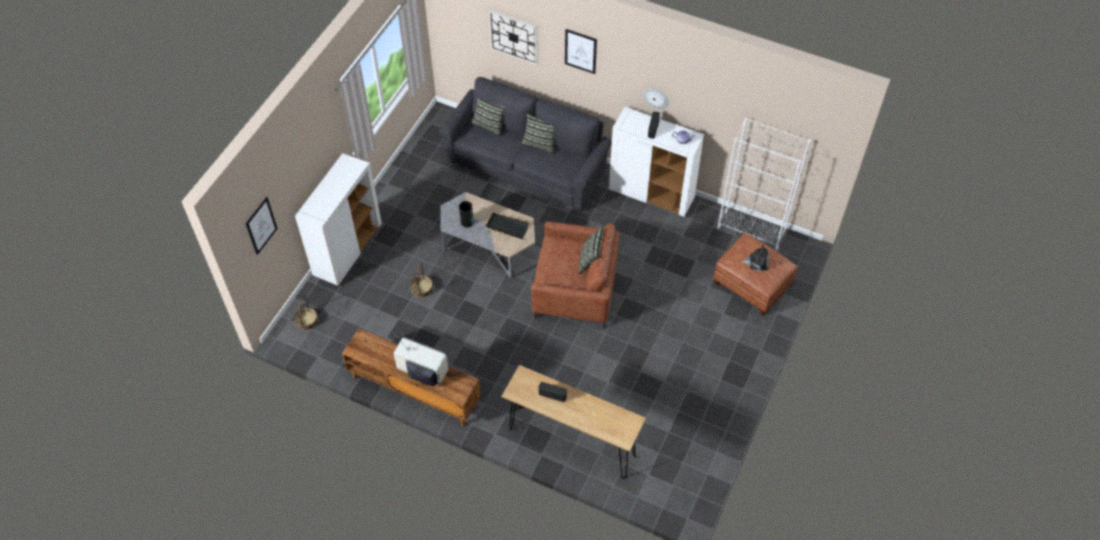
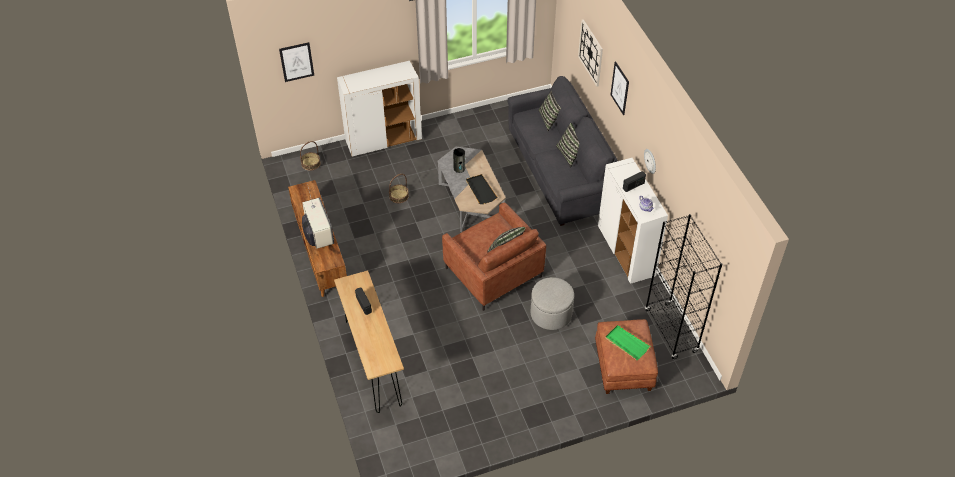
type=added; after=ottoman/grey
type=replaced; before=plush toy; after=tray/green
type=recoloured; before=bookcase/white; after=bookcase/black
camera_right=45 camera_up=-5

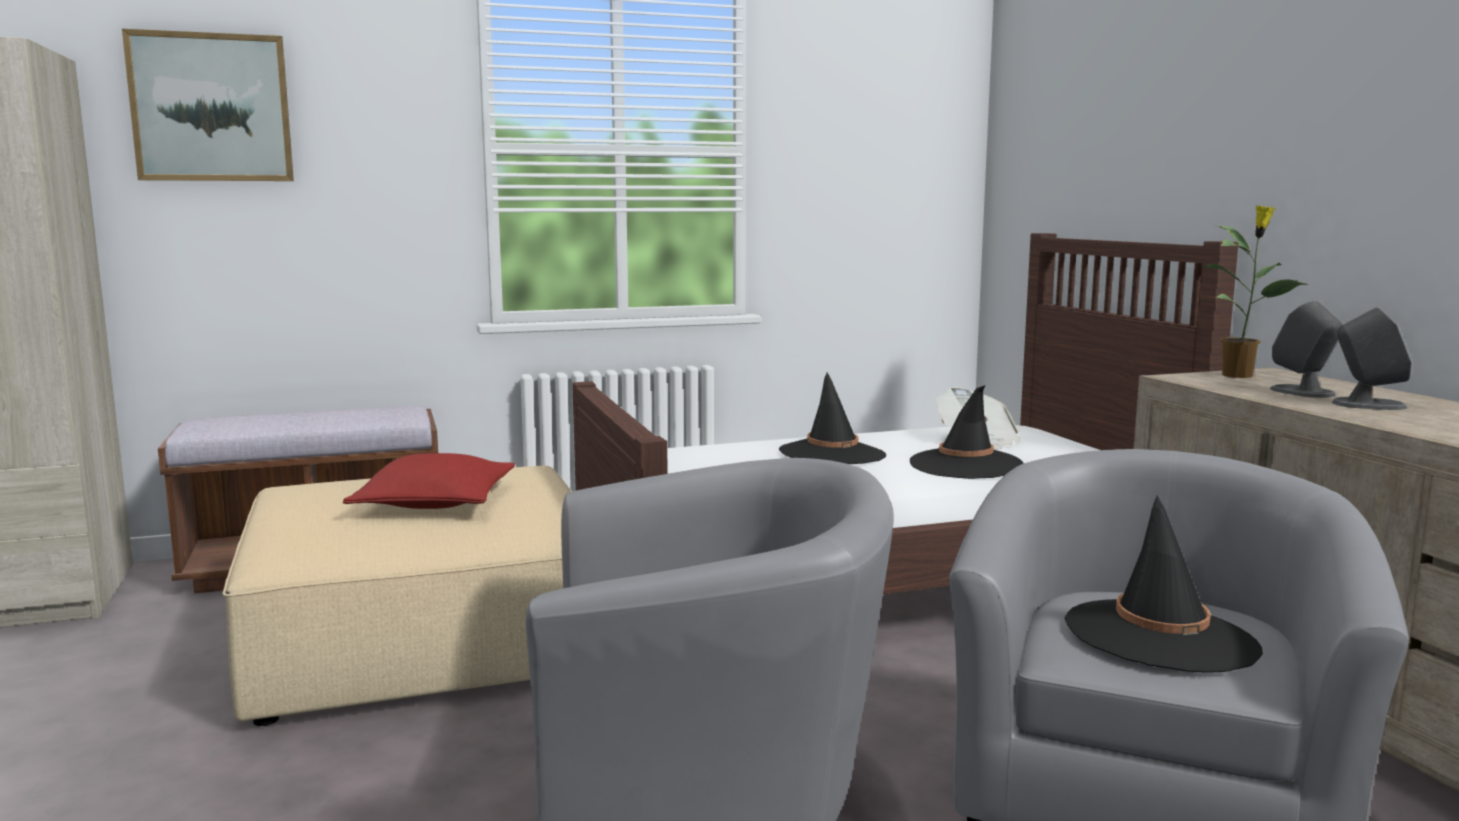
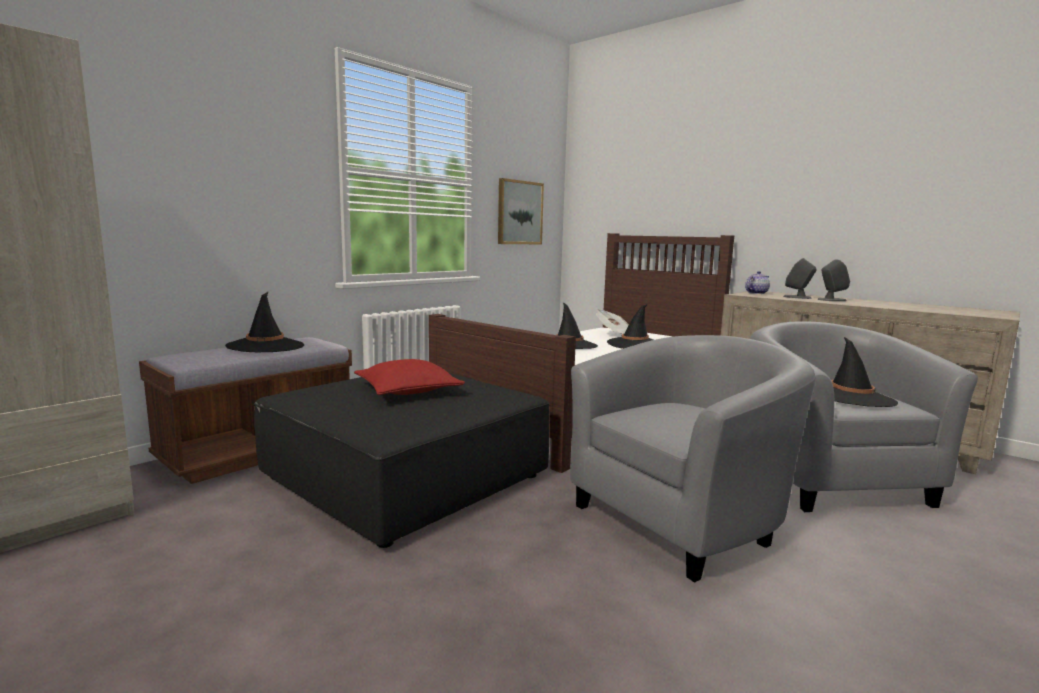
type=added; after=hat/black (1st from left)
type=moved; before=picture
type=replaced; before=potted plant; after=teapot
type=recoloured; before=ottoman/beige; after=ottoman/black
camera_right=-30 camera_up=0

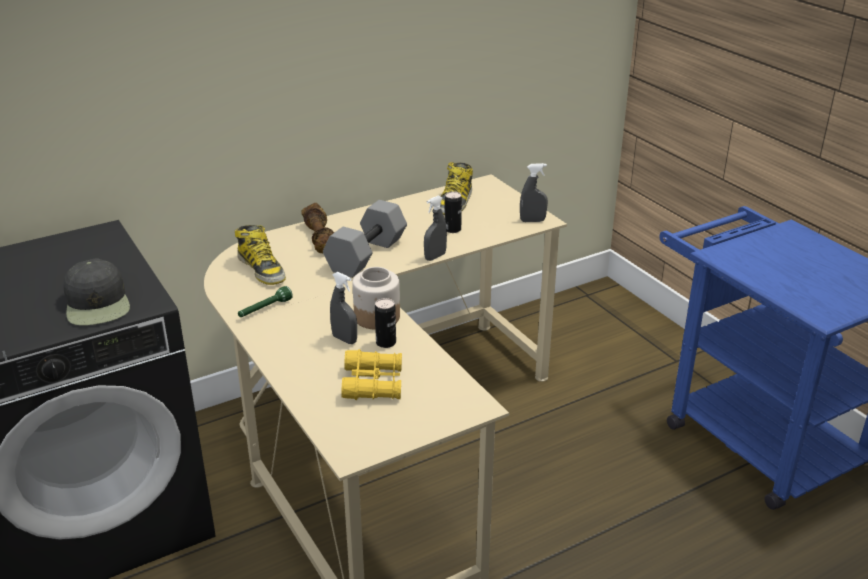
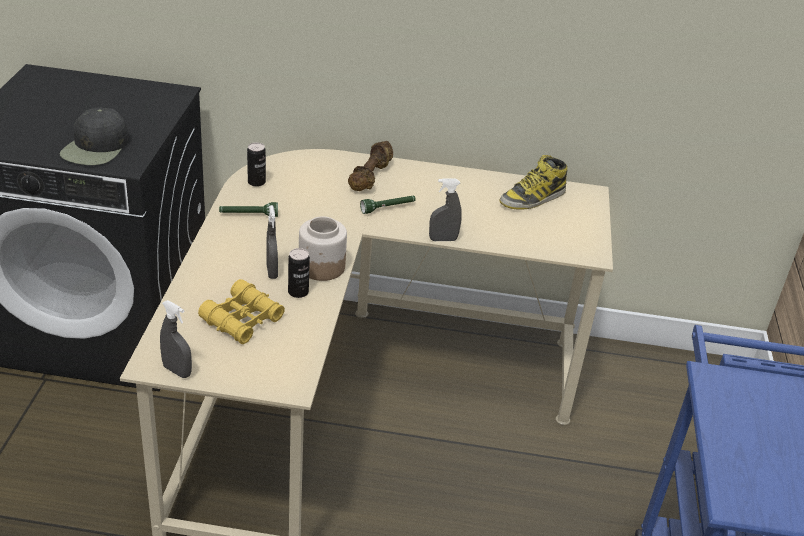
type=removed; before=boot (1st from left)
type=moved; before=can (2nd from left in the first image); after=can (1st from left)
type=moved; before=spray bottle/grey (3rd from left in the first image); after=spray bottle/grey (1st from left)
type=replaced; before=dumbbell/grey; after=flashlight/green (2nd from left)
camera_right=35 camera_up=5

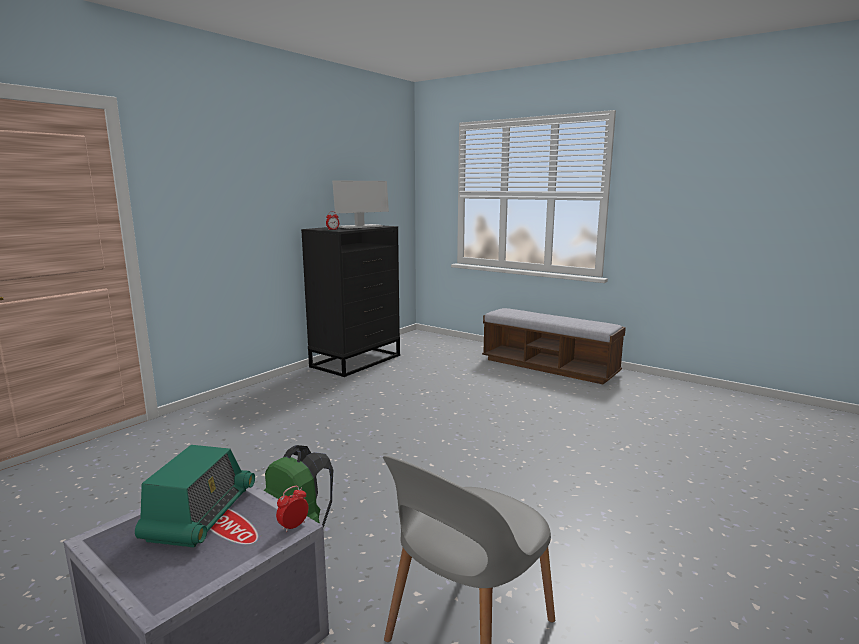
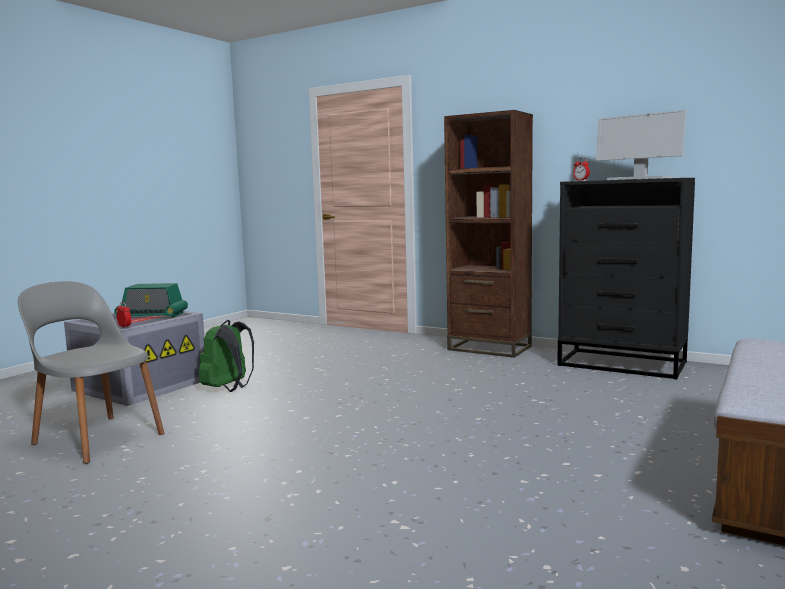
type=added; after=bookcase/brown
camera_right=85 camera_up=-5

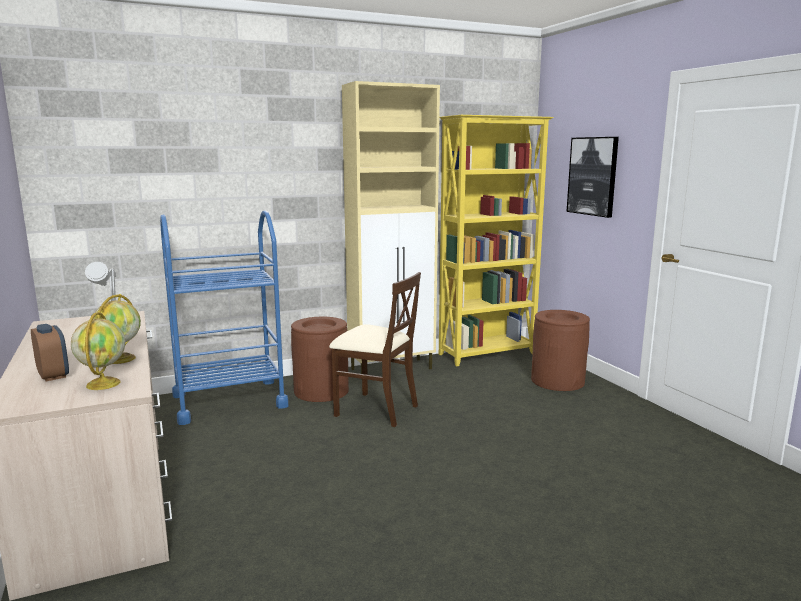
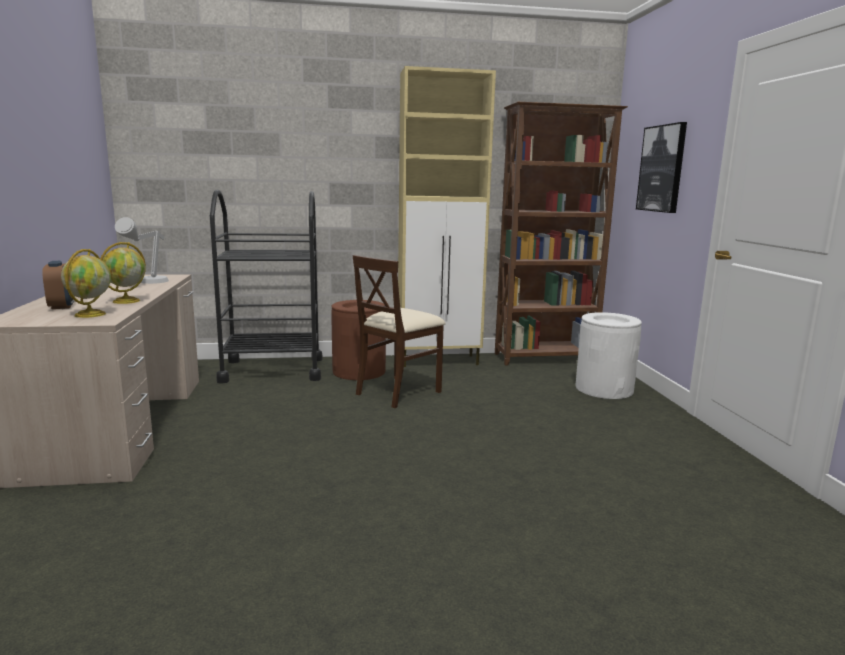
type=recoloured; before=cart/blue; after=cart/black
type=recoloured; before=bookcase/yellow; after=bookcase/brown
type=recoloured; before=trash can/brown (2nd from left); after=trash can/white
type=turned; before=chair/beige; turn=90
camera_right=15 camera_up=0

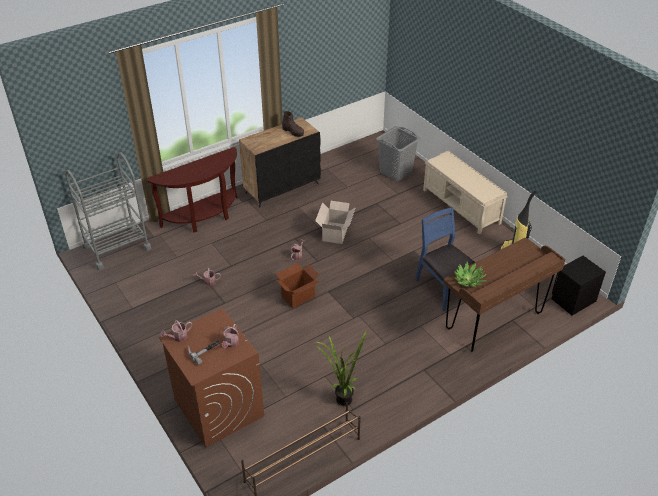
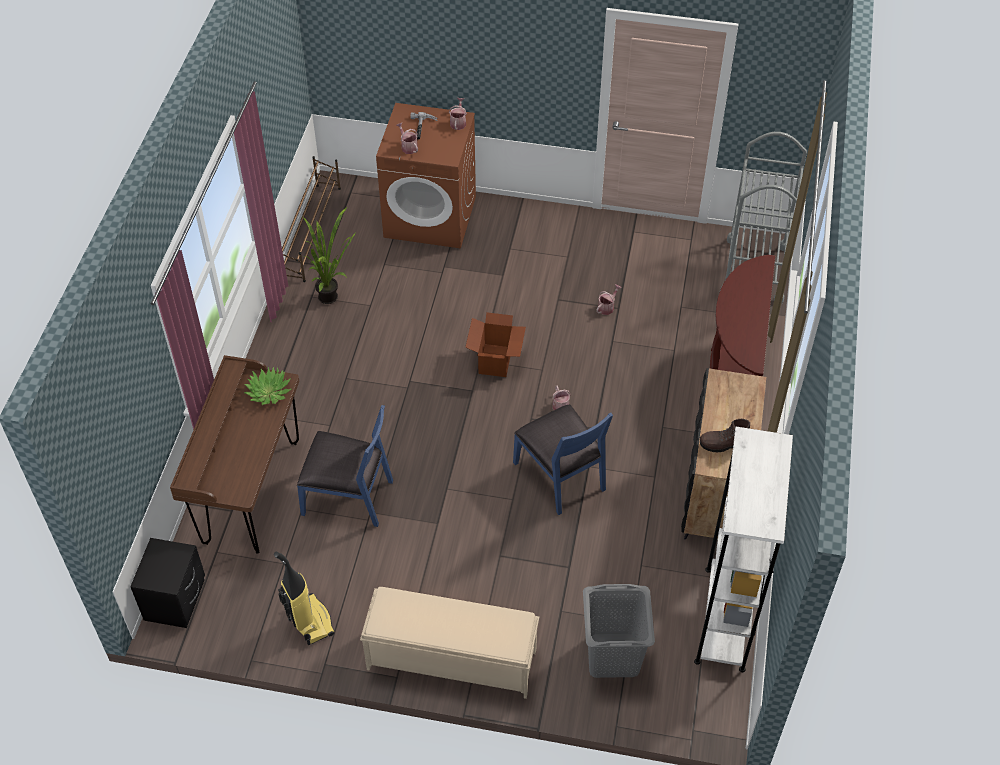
type=added; after=bookcase/white
type=replaced; before=cardboard box (2nd from left); after=chair/blue (2nd from left)
camera_right=135 camera_up=10

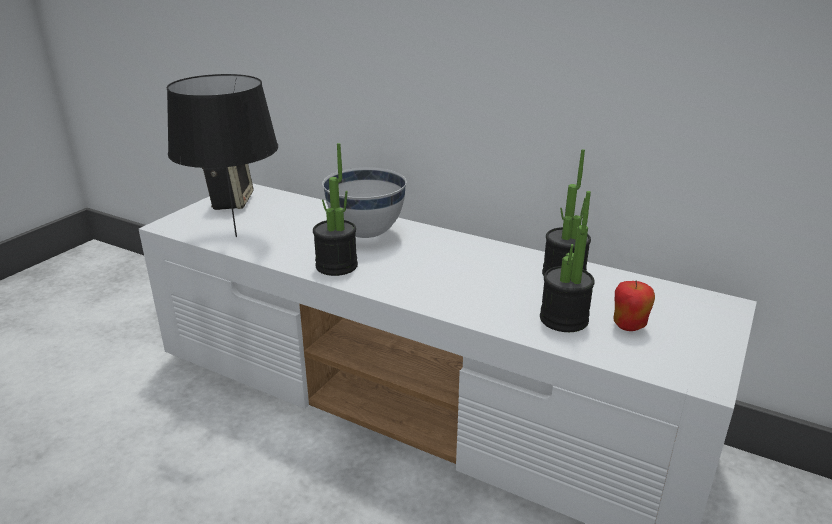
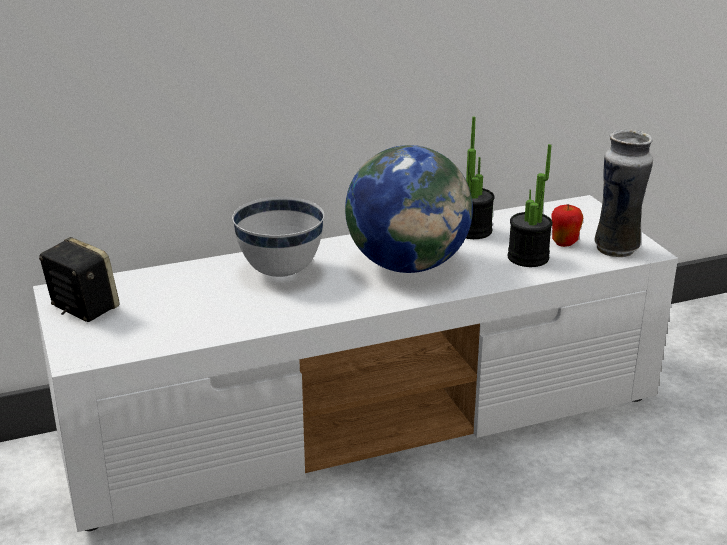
type=removed; before=table lamp/black
type=removed; before=potted plant (1st from left)
type=added; after=globe
type=added; after=vase
camera_right=-50 camera_up=0

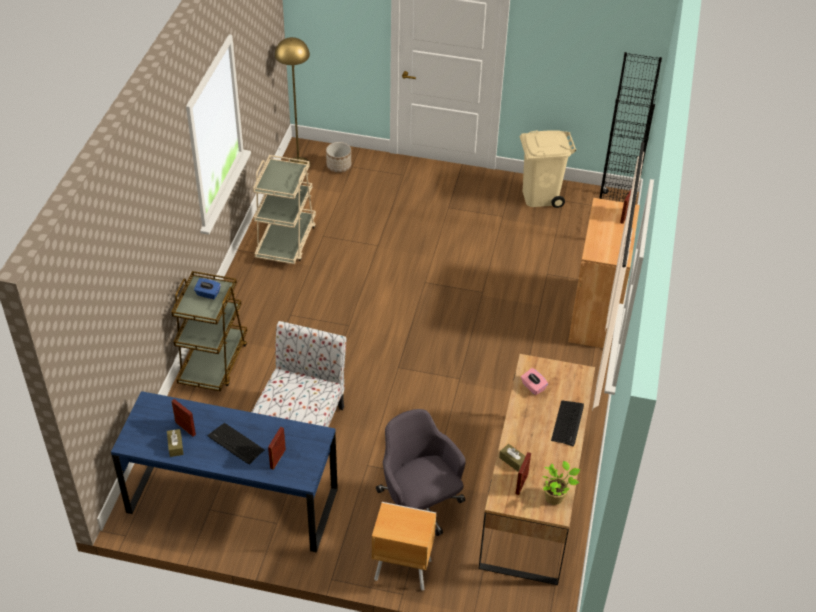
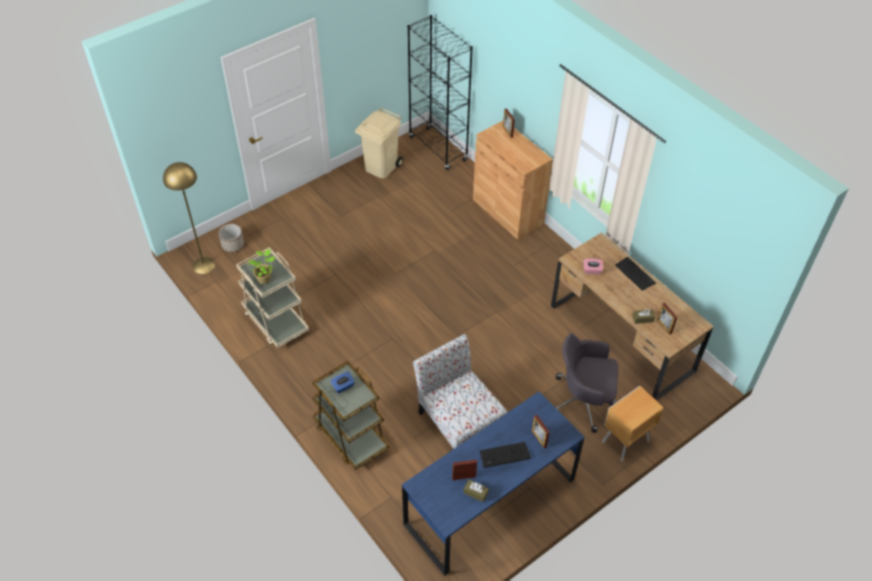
type=moved; before=potted plant
camera_right=-50 camera_up=5

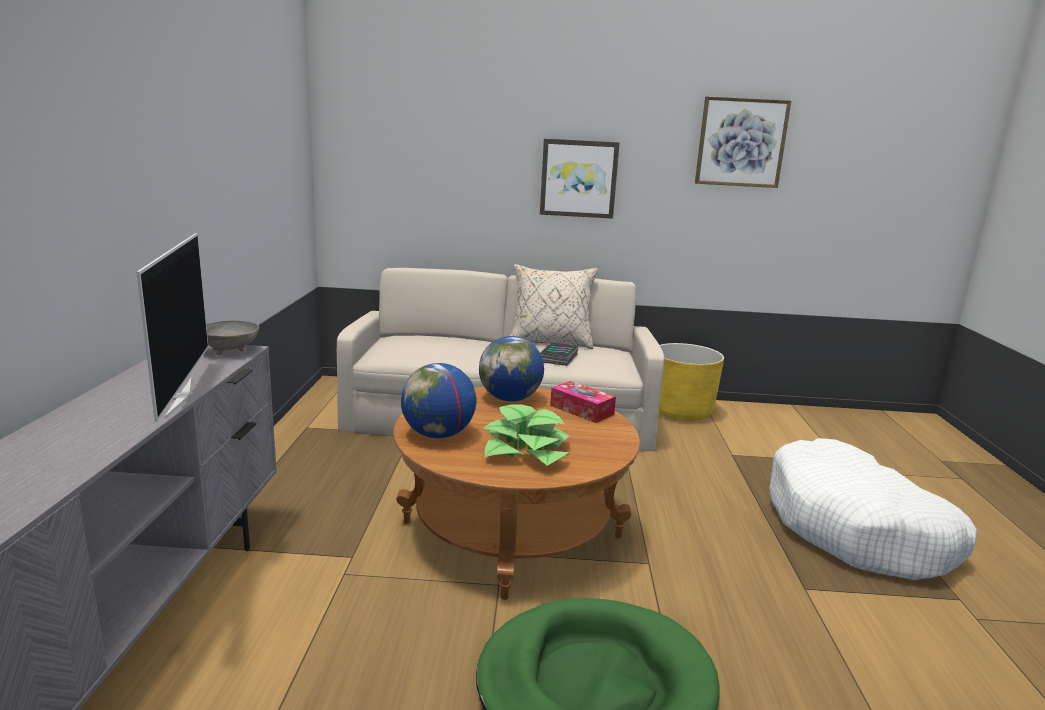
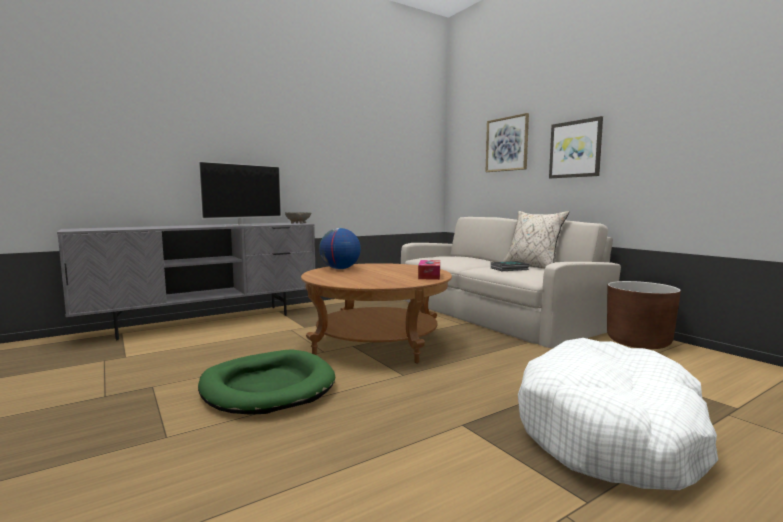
type=removed; before=globe (2nd from left)
type=removed; before=potted plant
type=moved; before=picture (2nd from left in the first image); after=picture (1st from left)
type=recoloured; before=planter/yellow; after=planter/brown
camera_right=55 camera_up=-10

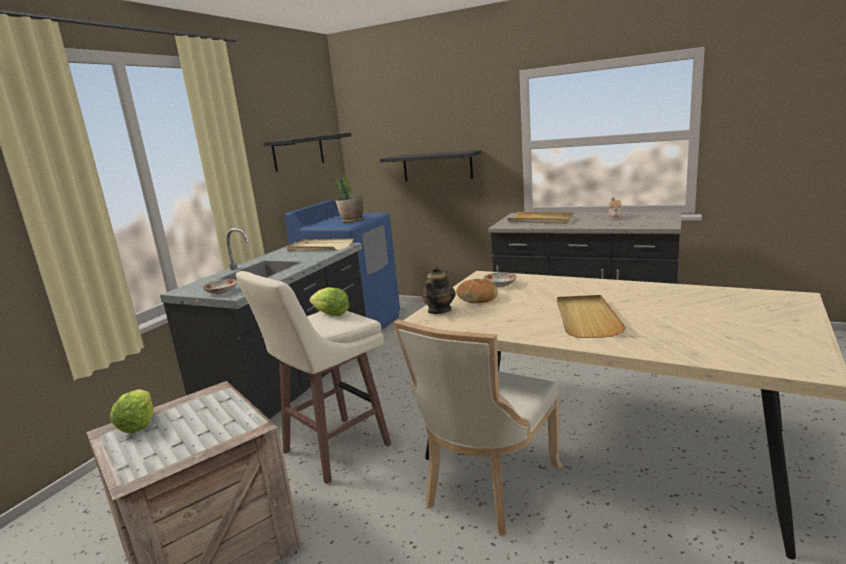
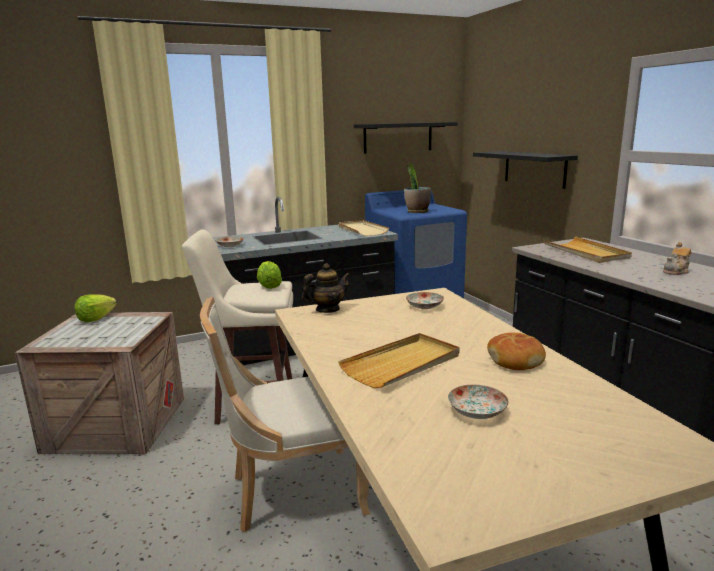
type=added; after=plate (3rd from left)
type=moved; before=bread
camera_right=40 camera_up=0

